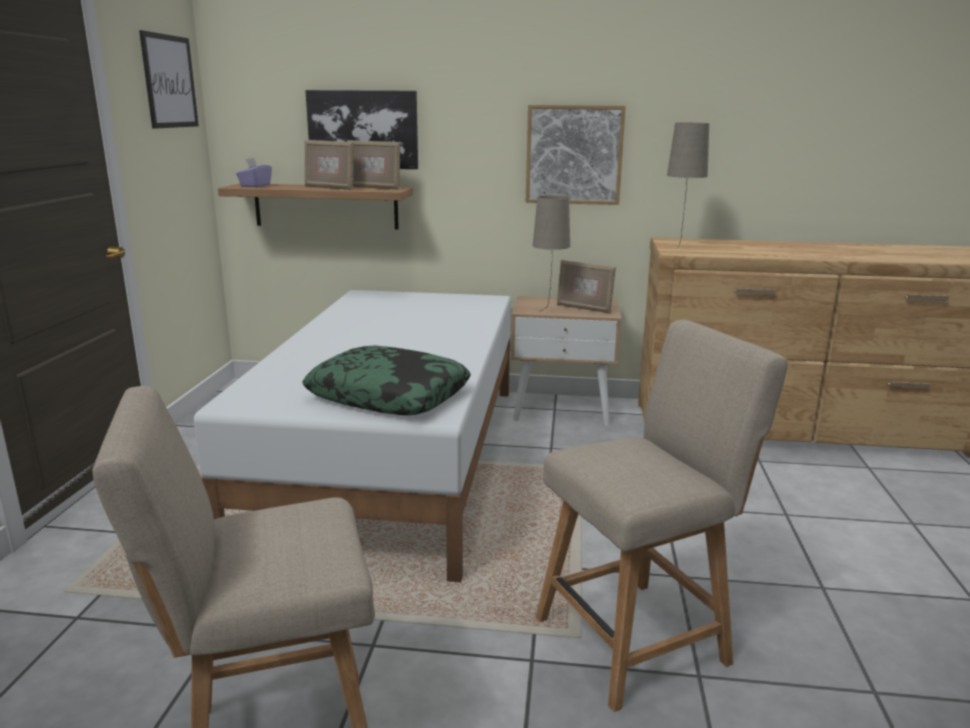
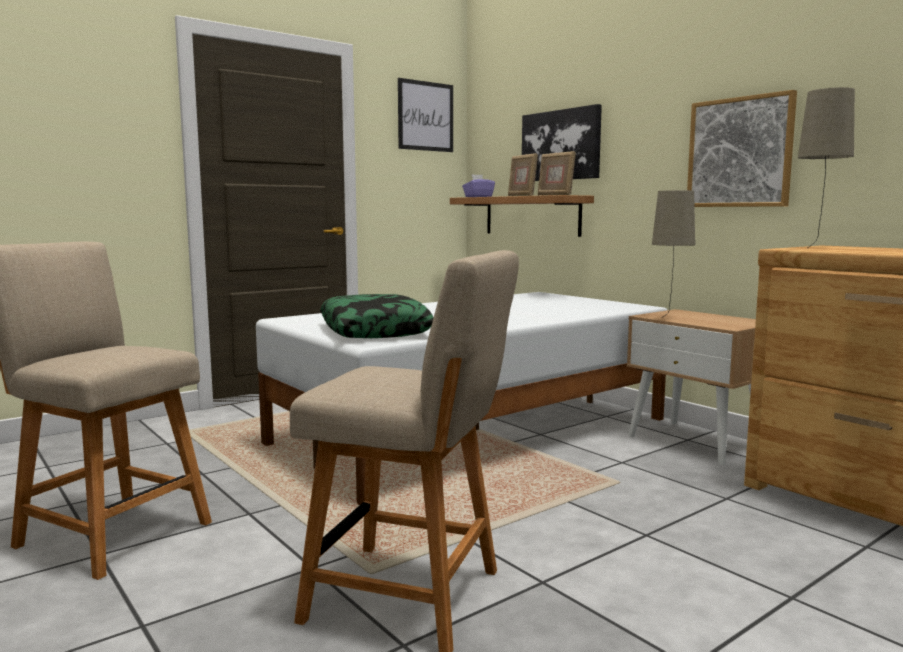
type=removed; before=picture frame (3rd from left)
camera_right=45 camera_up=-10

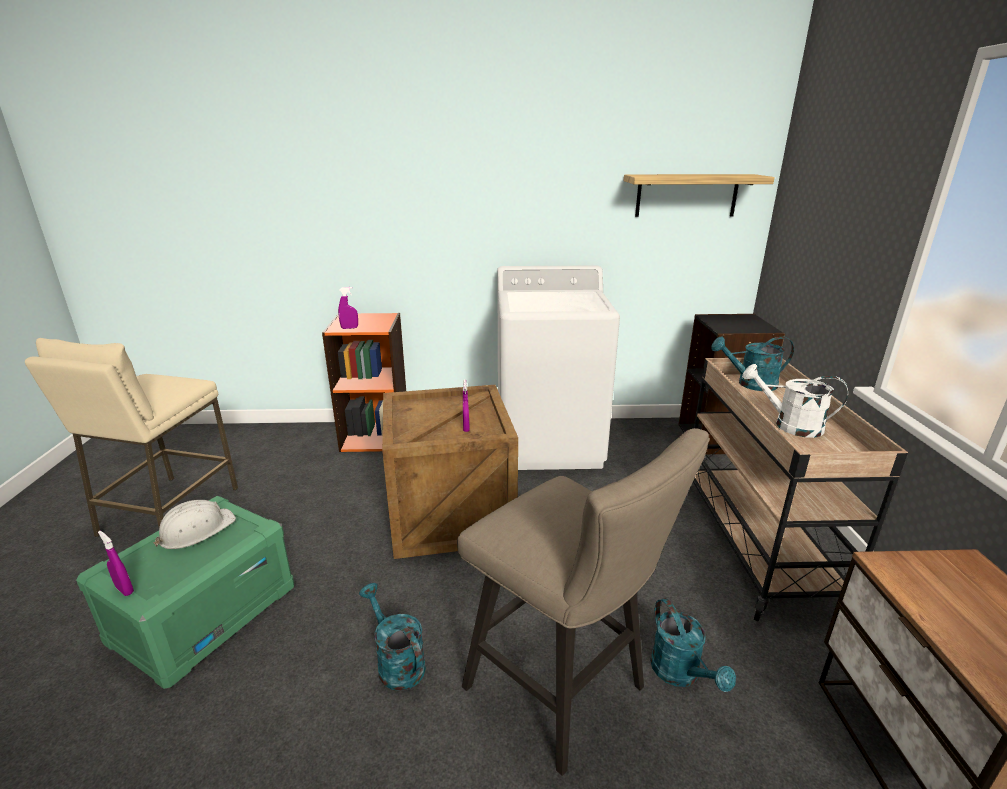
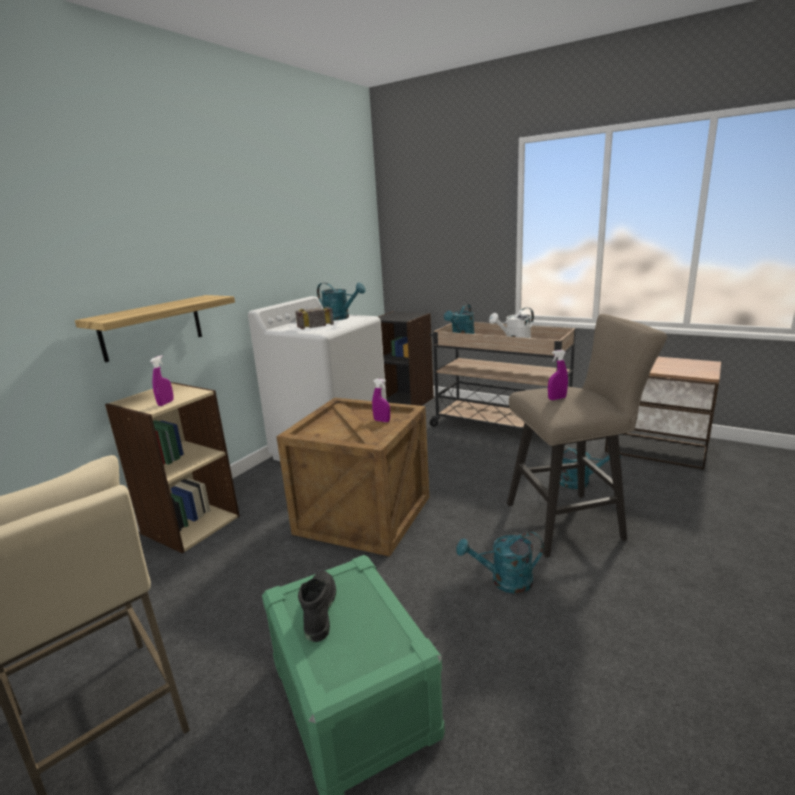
type=added; after=hammer
type=added; after=watering can/turquoise (1st from left)
type=moved; before=spray bottle/purple (1st from left in the first image); after=spray bottle/purple (3rd from left)
type=moved; before=shelf
type=replaced; before=hard hat/white; after=boot/black
type=recoloured; before=bookcase/orange; after=bookcase/beige
camera_right=-55 camera_up=-5

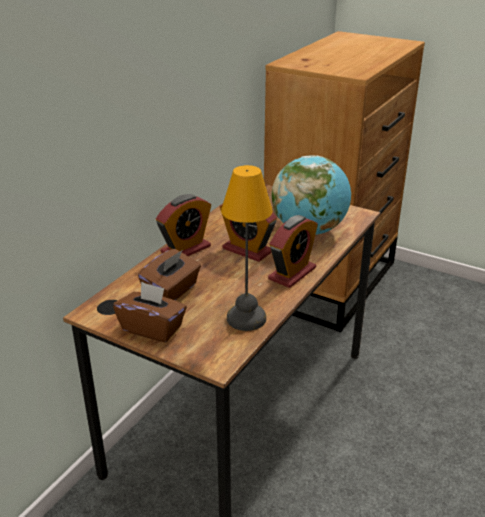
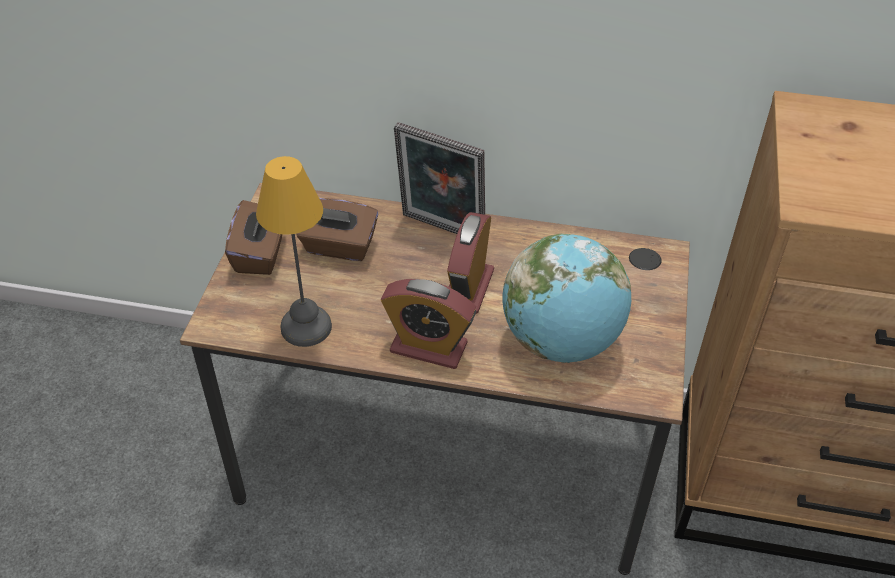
type=replaced; before=alarm clock (1st from left); after=picture frame
camera_right=70 camera_up=15

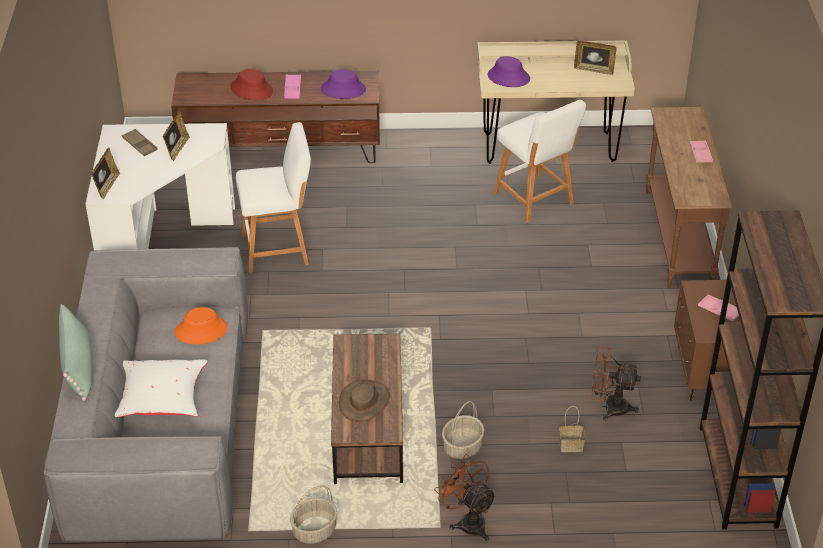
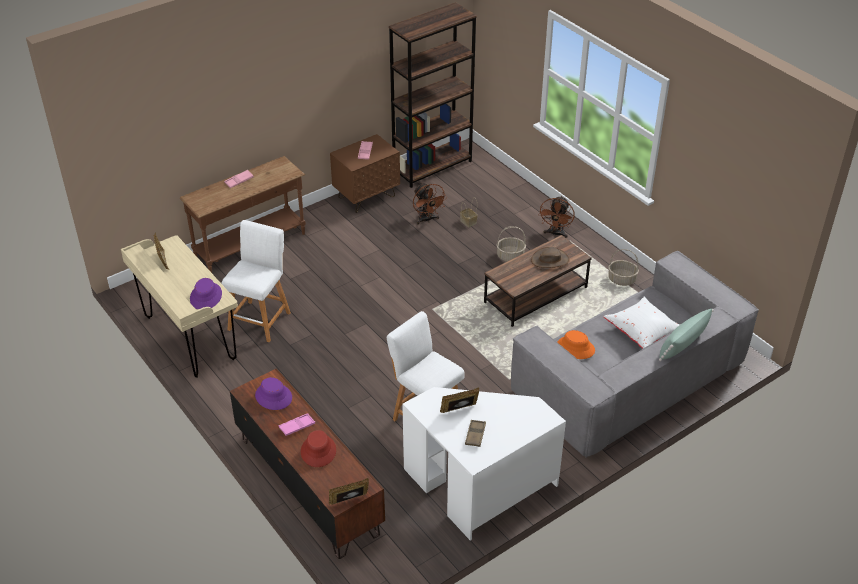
type=moved; before=picture frame (1st from left in the first image); after=picture frame (2nd from left)
camera_right=-125 camera_up=0

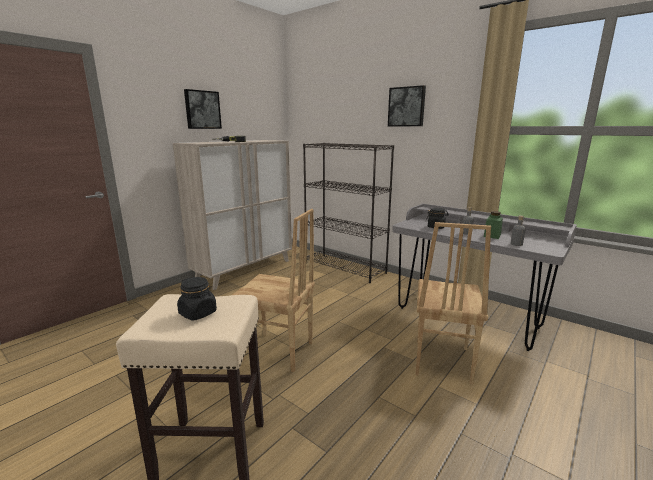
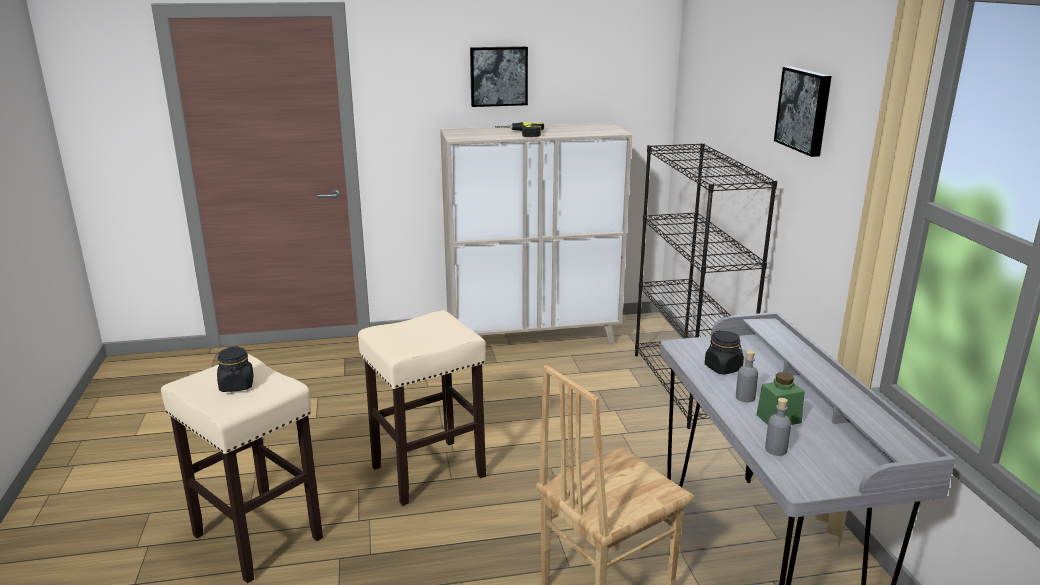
type=replaced; before=chair/brown (1st from left); after=stool/beige (2nd from left)
camera_right=40 camera_up=5

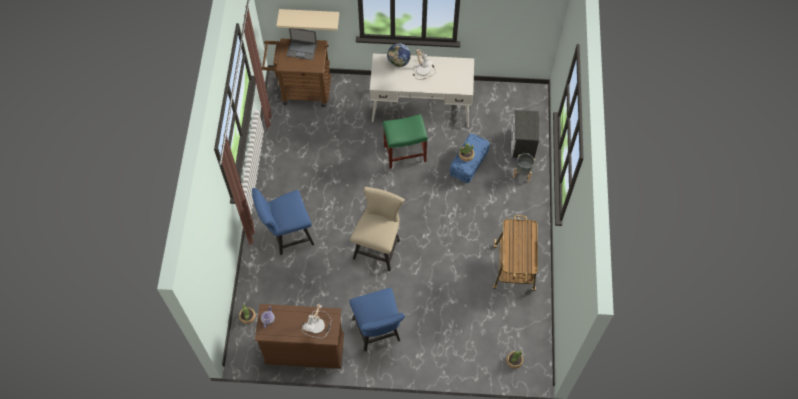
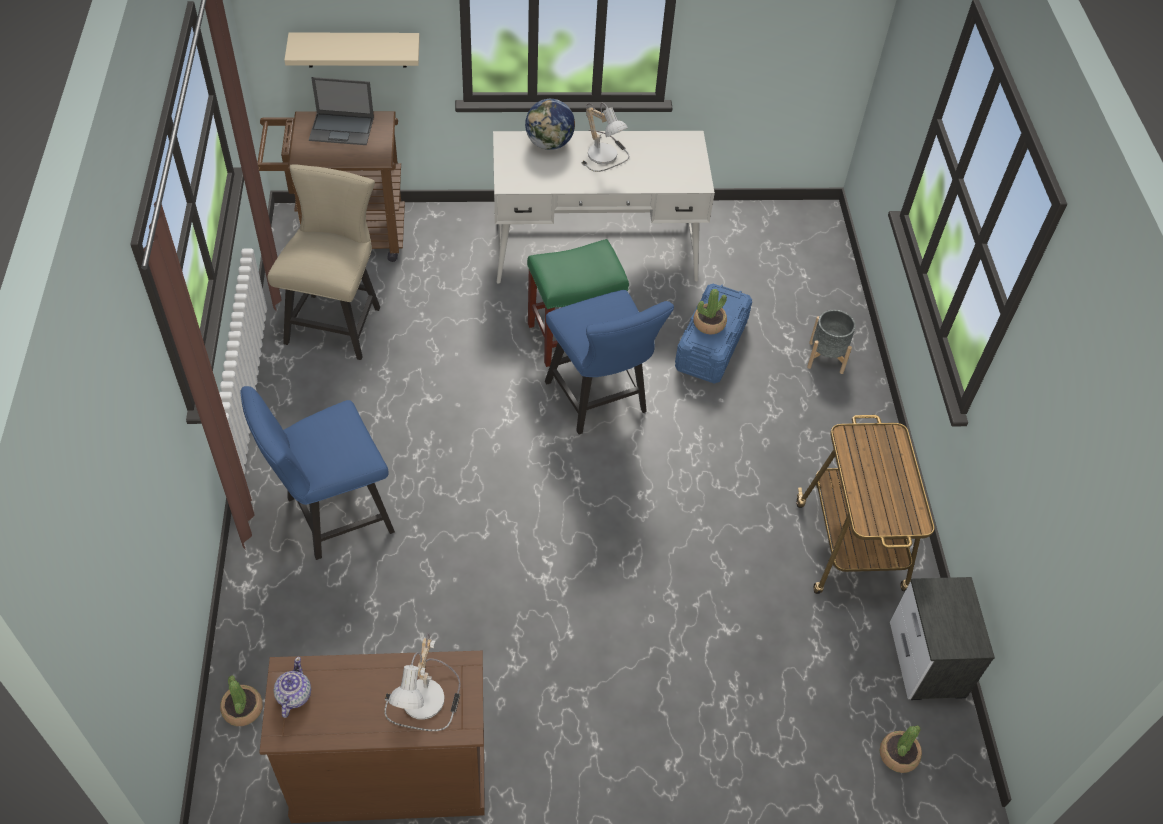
type=moved; before=chair/beige
type=moved; before=chair/blue (2nd from left)
type=moved; before=nightstand
camera_right=-10 camera_up=-10

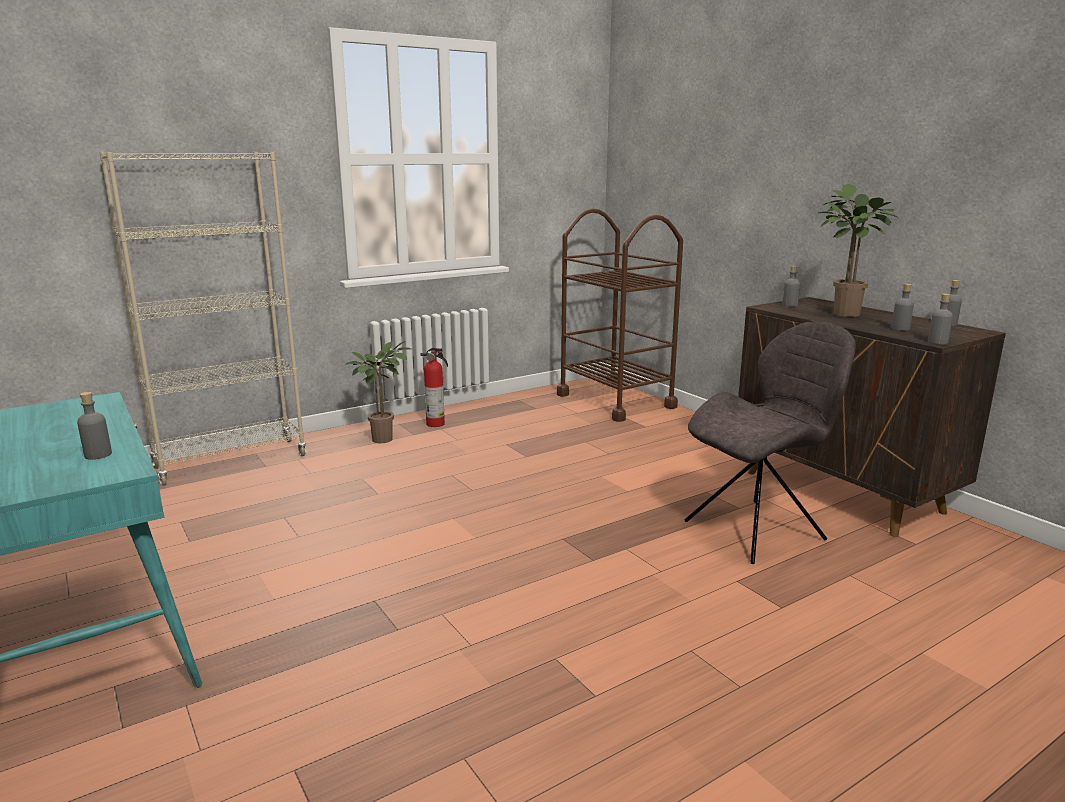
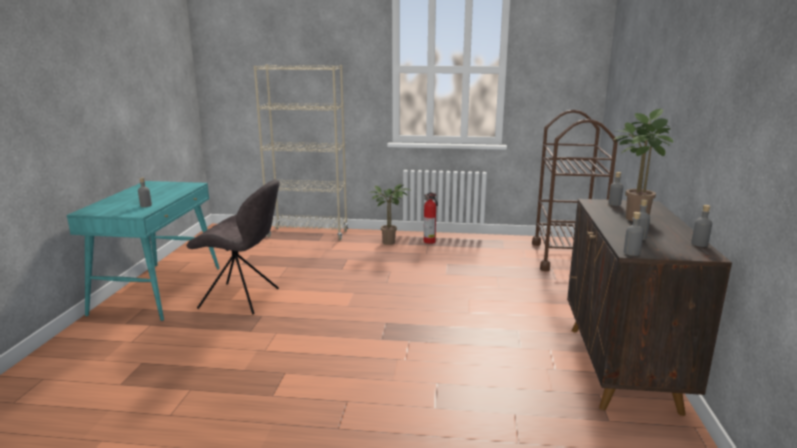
type=moved; before=chair/grey
camera_right=40 camera_up=0

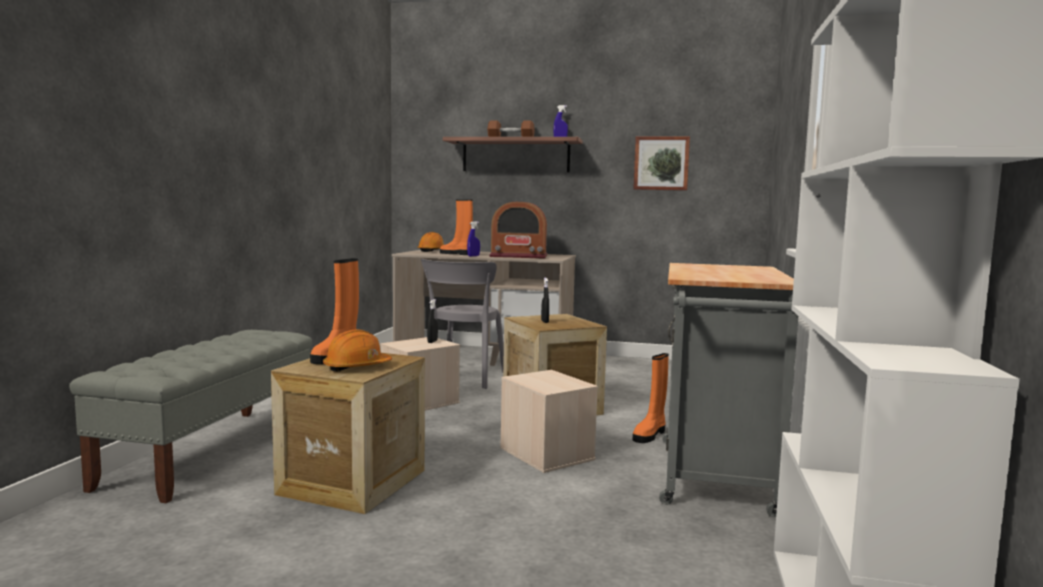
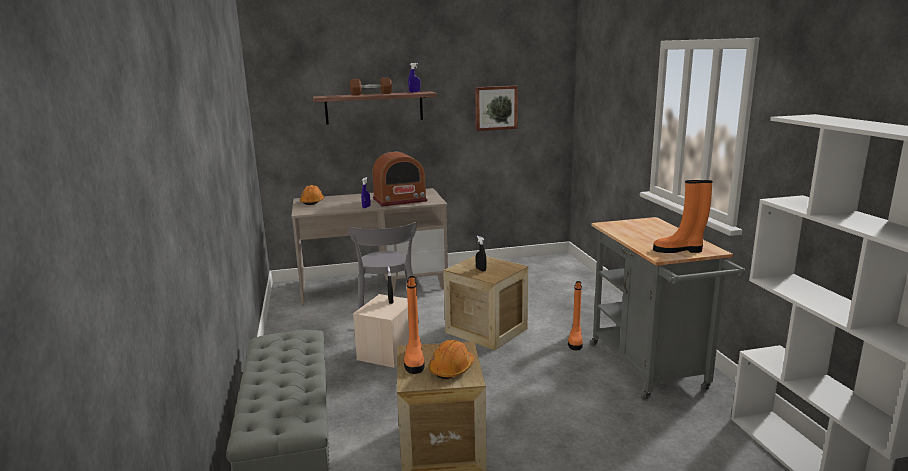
type=removed; before=storage box/beige (2nd from left)
type=moved; before=boot/orange (2nd from left in the first image); after=boot/orange (3rd from left)
camera_right=-25 camera_up=10

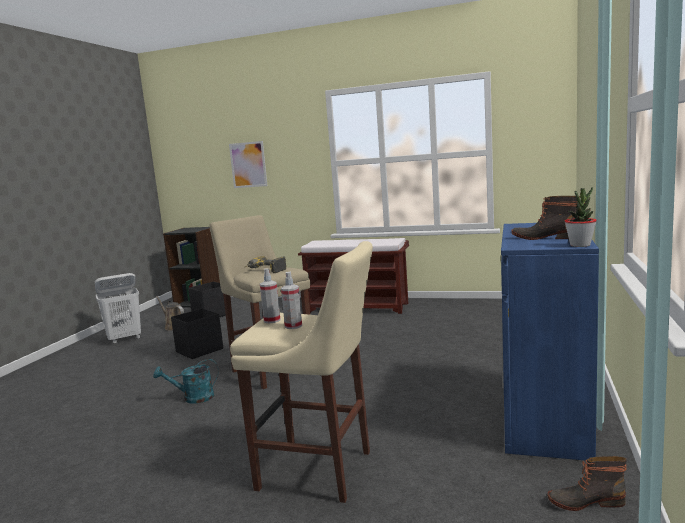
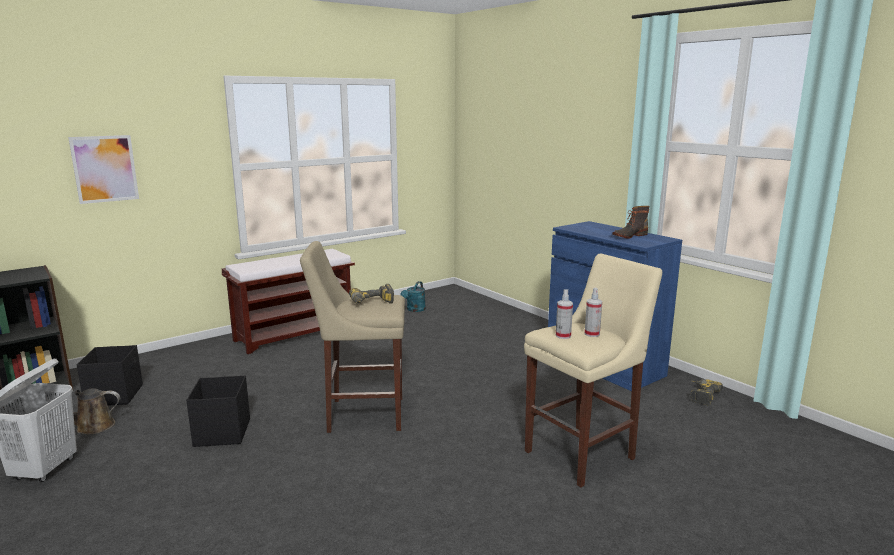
type=removed; before=potted plant
type=moved; before=watering can/turquoise
type=replaced; before=boot (2nd from left); after=power drill (2nd from left)
camera_right=-55 camera_up=5

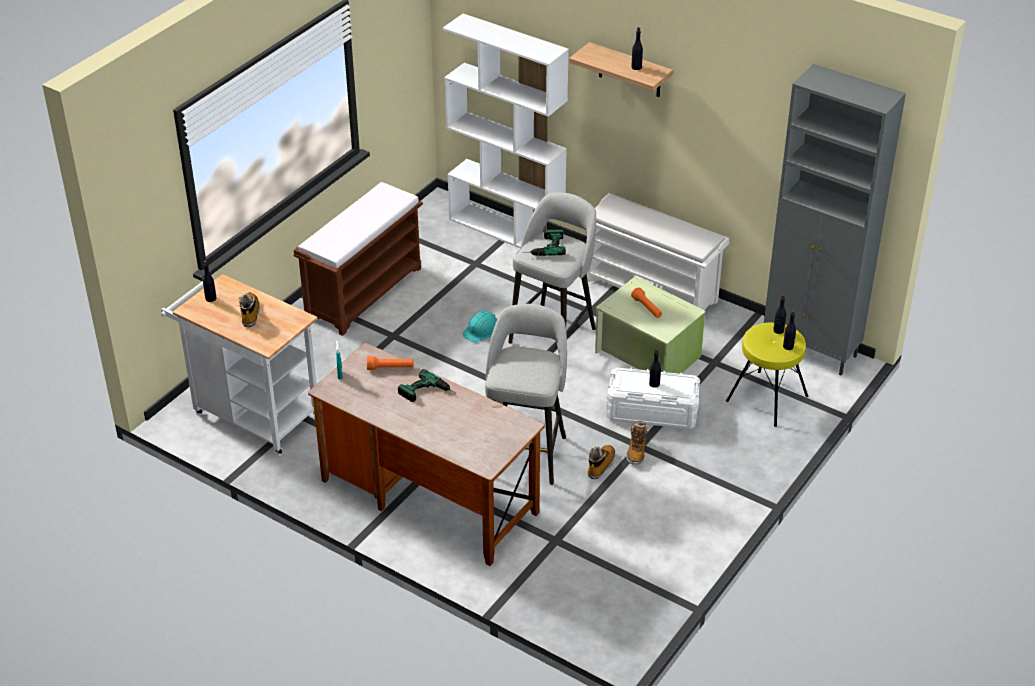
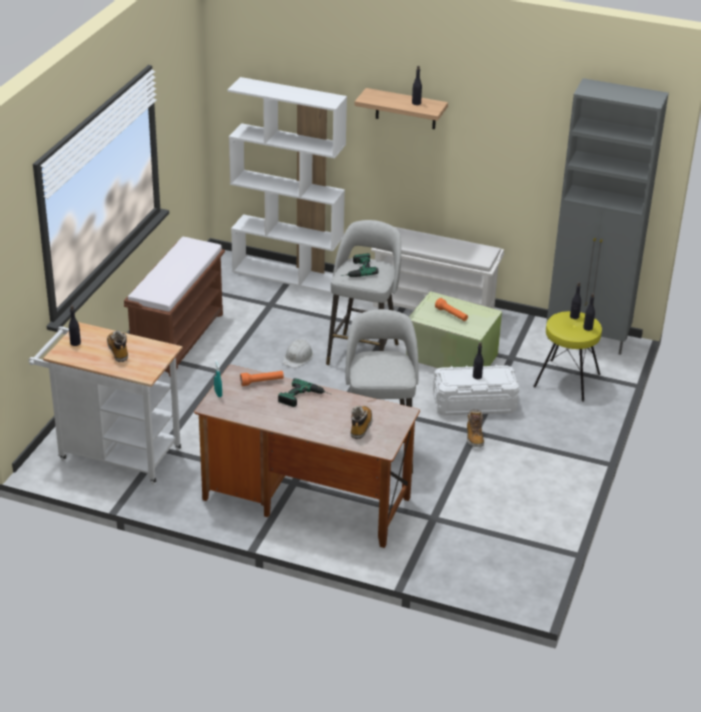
type=moved; before=boot (2nd from left)
type=recoloured; before=hard hat/turquoise; after=hard hat/white
camera_right=-15 camera_up=-5

